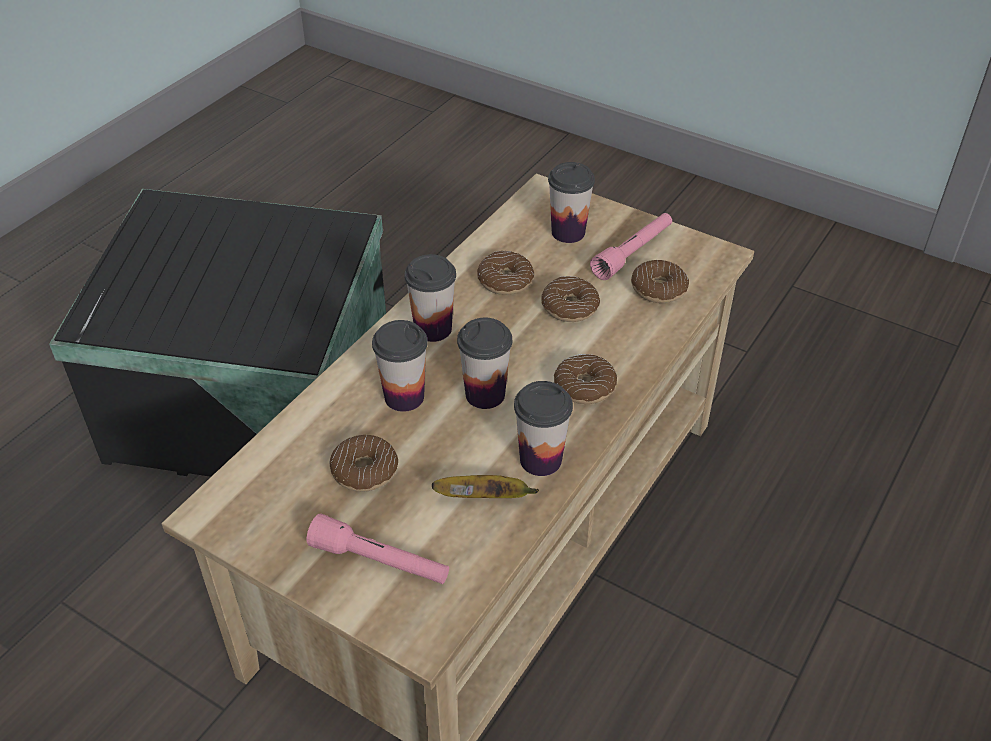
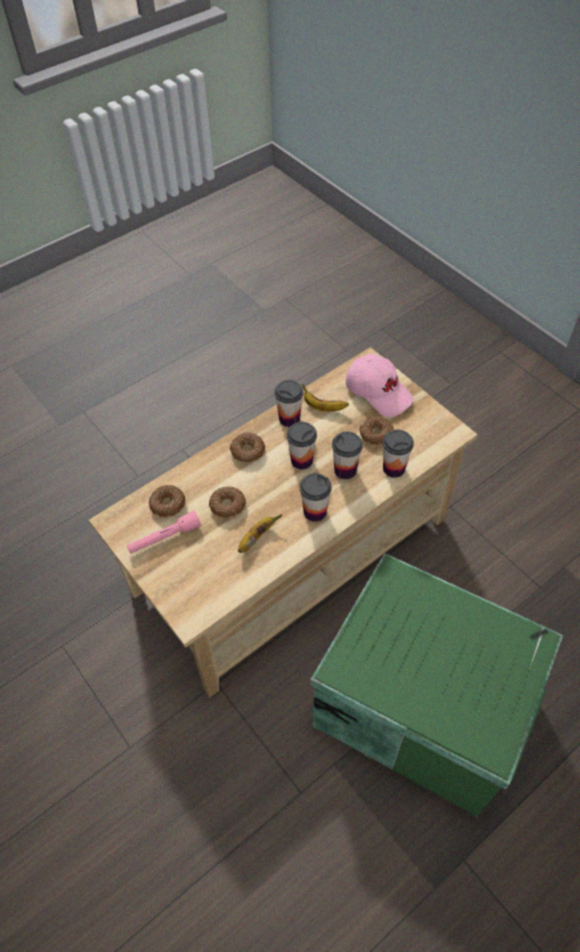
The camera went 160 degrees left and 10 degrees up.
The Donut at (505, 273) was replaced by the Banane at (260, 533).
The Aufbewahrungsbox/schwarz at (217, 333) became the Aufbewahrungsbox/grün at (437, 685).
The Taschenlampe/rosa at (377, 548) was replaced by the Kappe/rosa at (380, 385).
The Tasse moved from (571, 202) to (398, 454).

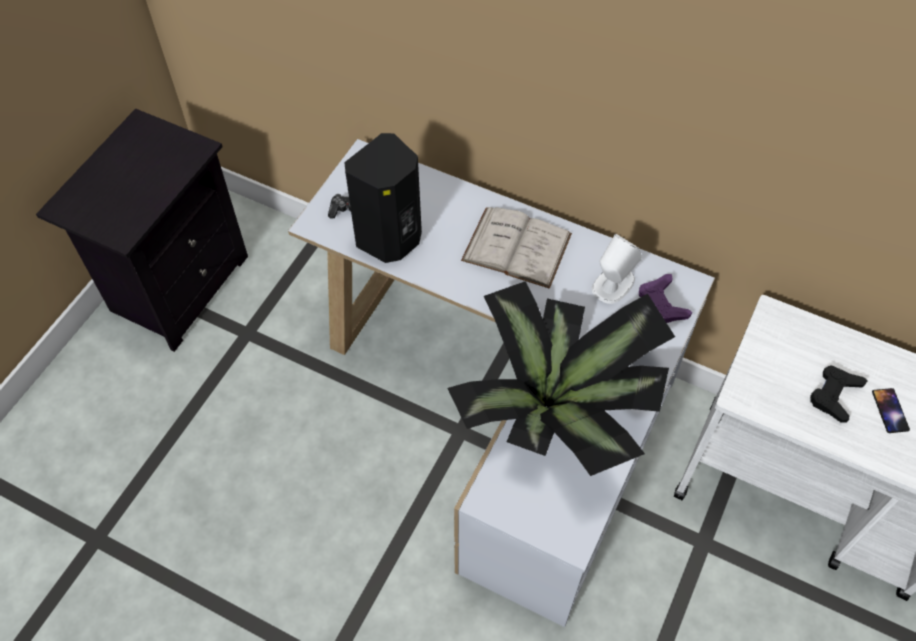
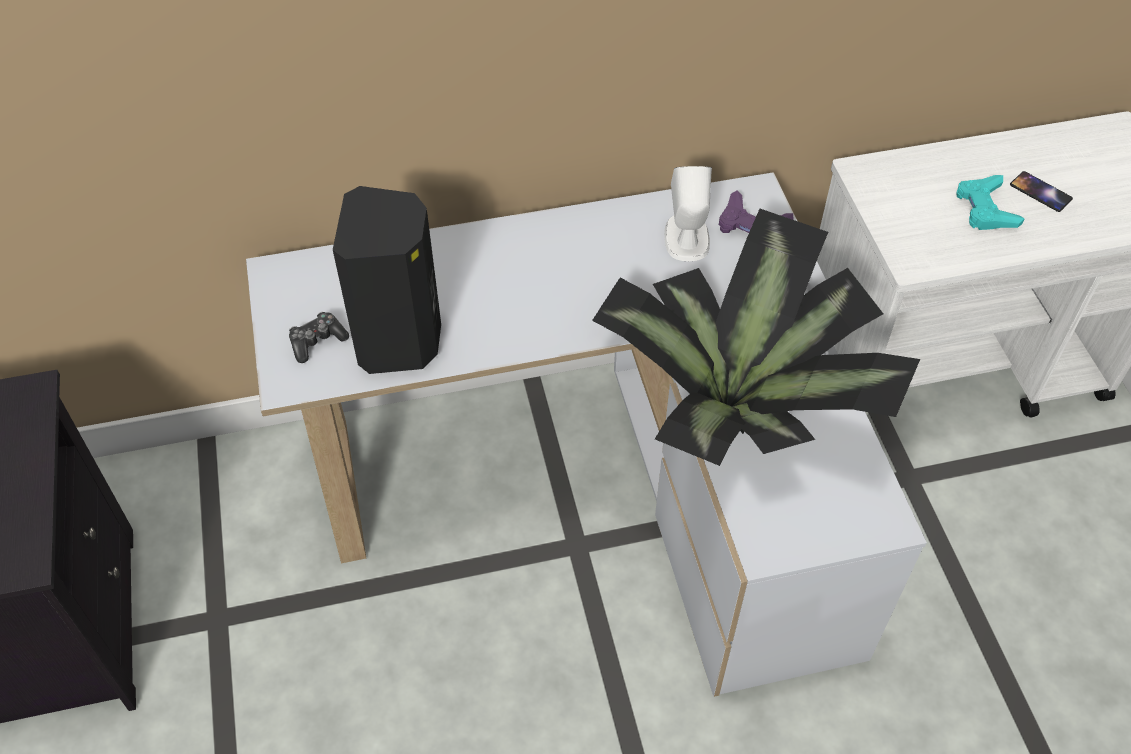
The camera went 40 degrees left and 5 degrees down.
The Gamepad/schwarz at (839, 394) became the Gamepad/türkis at (990, 202).
The Buch/weiß at (516, 248) disappeared.

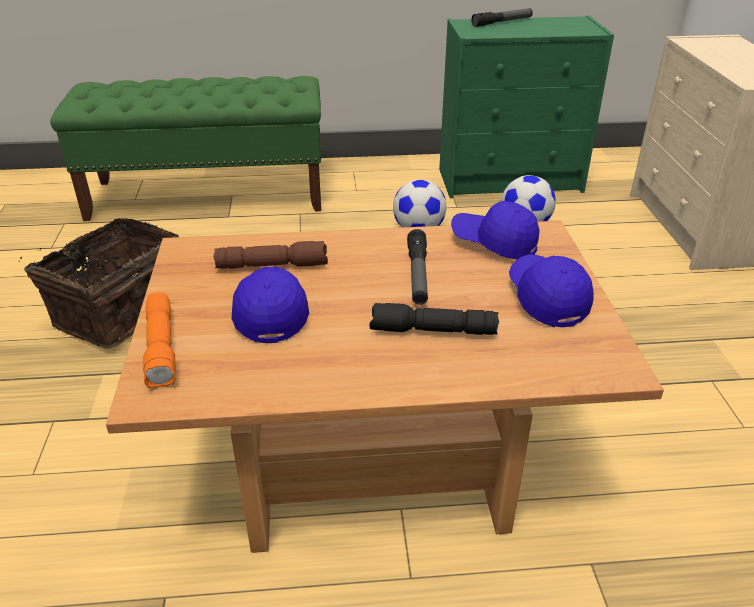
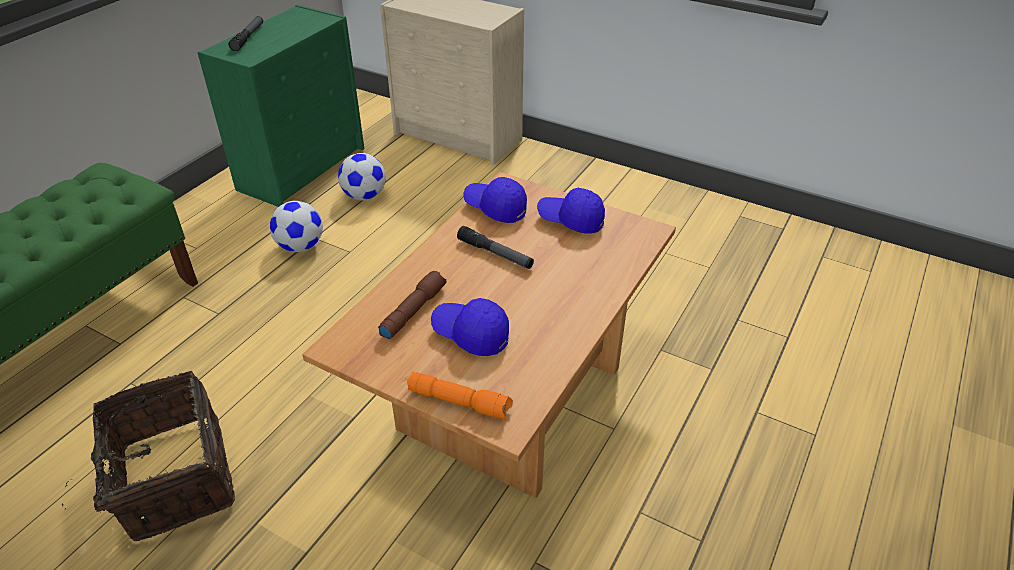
The camera went 55 degrees left and 5 degrees up.
The Kappe/blau at (495, 230) turned 60 degrees clockwise.
The Taschenlampe/schwarz at (434, 319) disappeared.

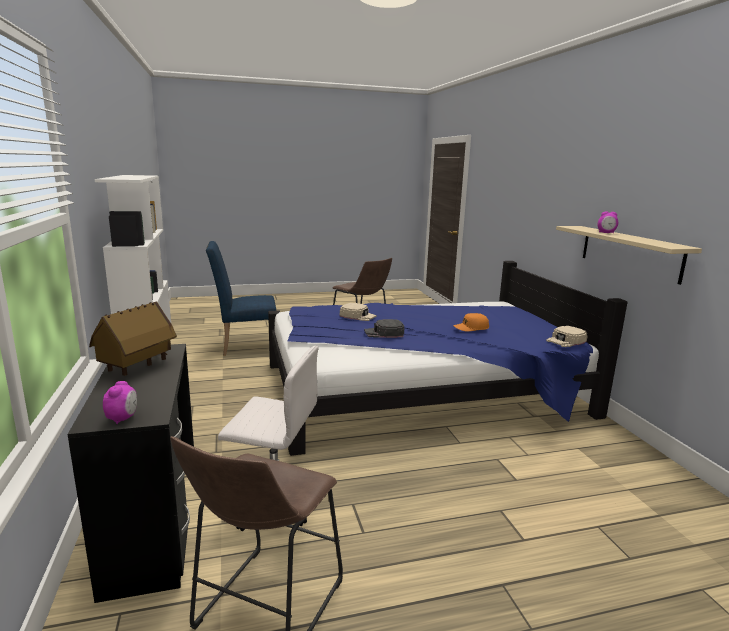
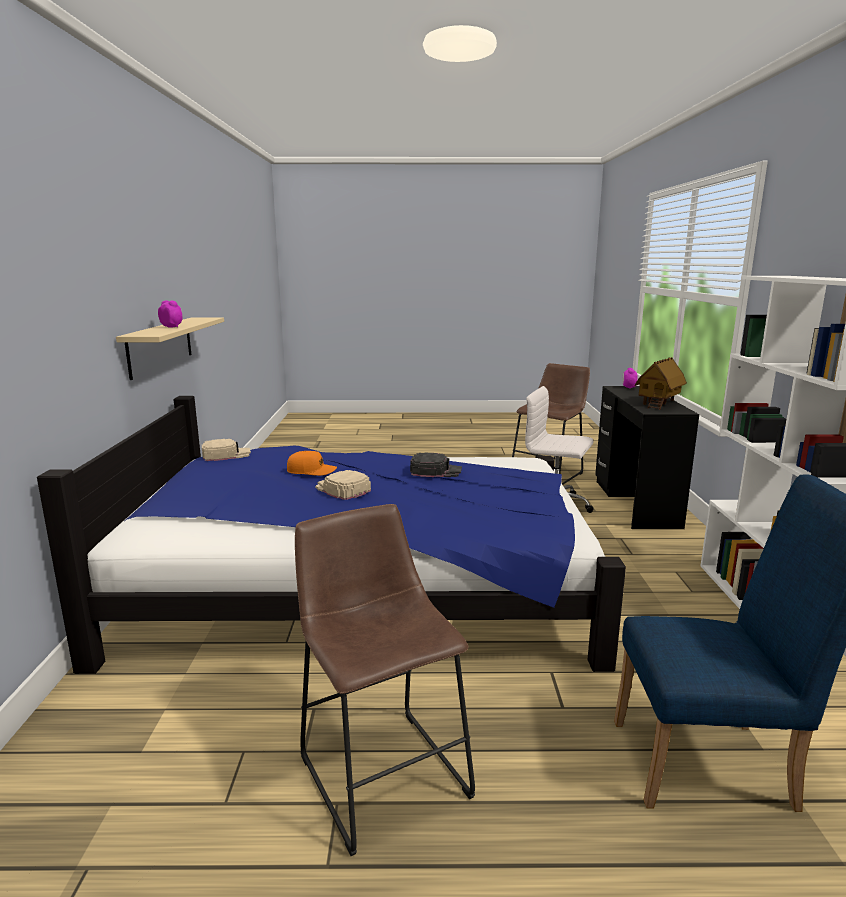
The camera went 165 degrees left and 0 degrees up.
The Kappe/beige moved from (358, 312) to (343, 485).

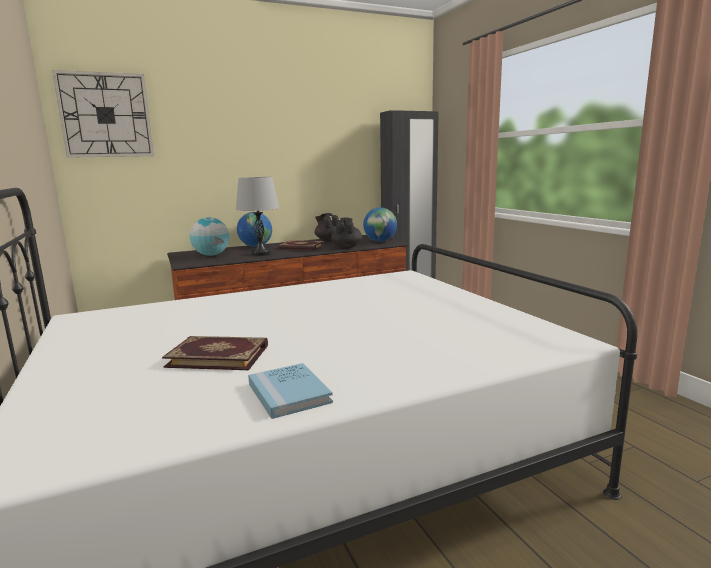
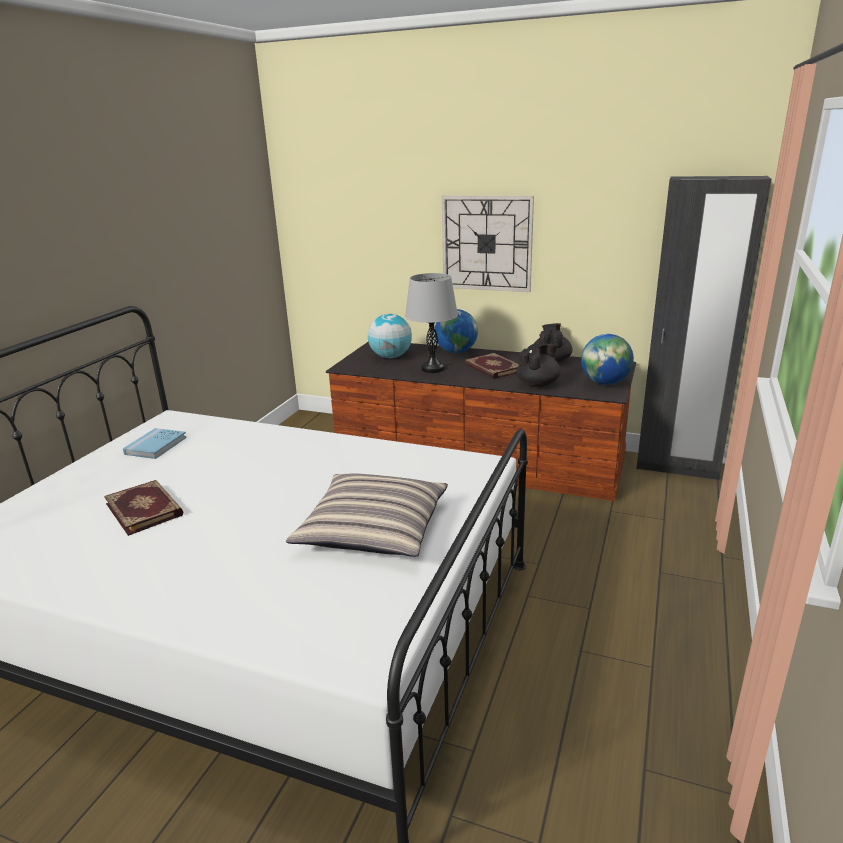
The camera went 45 degrees right and 10 degrees up.
The Buch/blau moved from (290, 391) to (155, 443).
The Kissen at (367, 515) appeared.
The Wanduhr moved from (103, 114) to (488, 244).

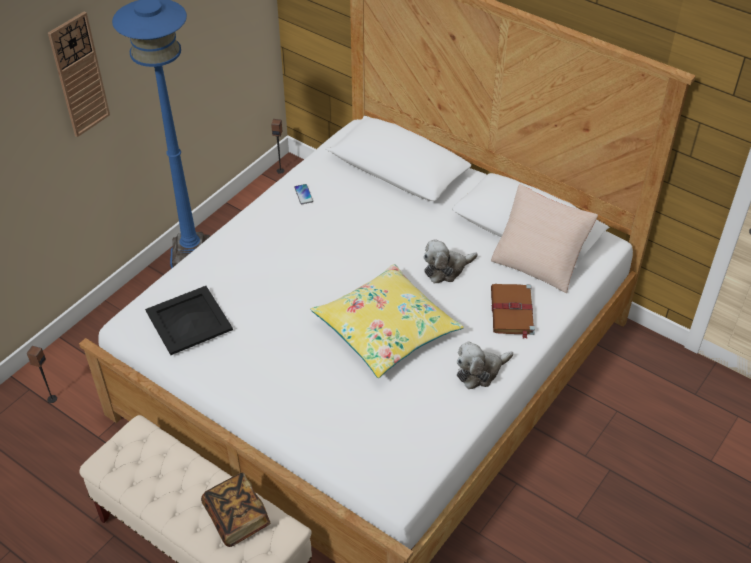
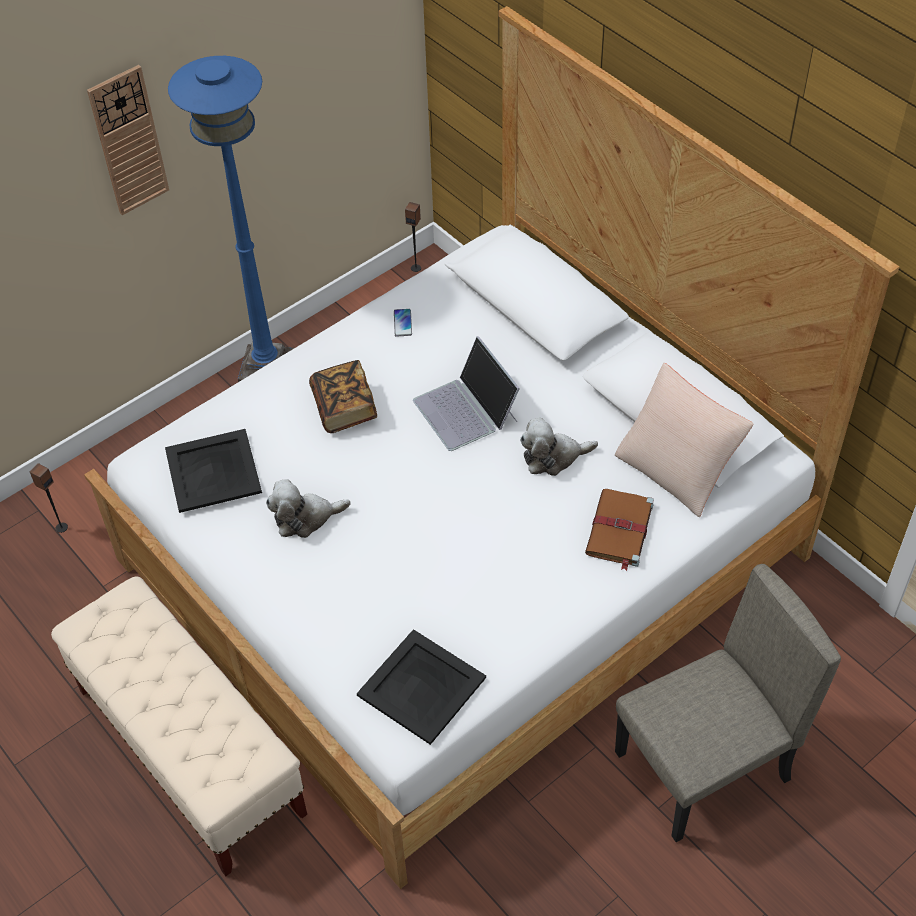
The camera went 15 degrees right and 5 degrees up.
The Plüschtier moved from (485, 365) to (308, 508).
The Buch moved from (235, 509) to (343, 396).
The Tablett/schwarz at (421, 687) appeared.
The Laptop at (466, 393) appeared.
The Stuhl/beige at (728, 703) appeared.
The Kissen/gelb at (387, 321) disappeared.

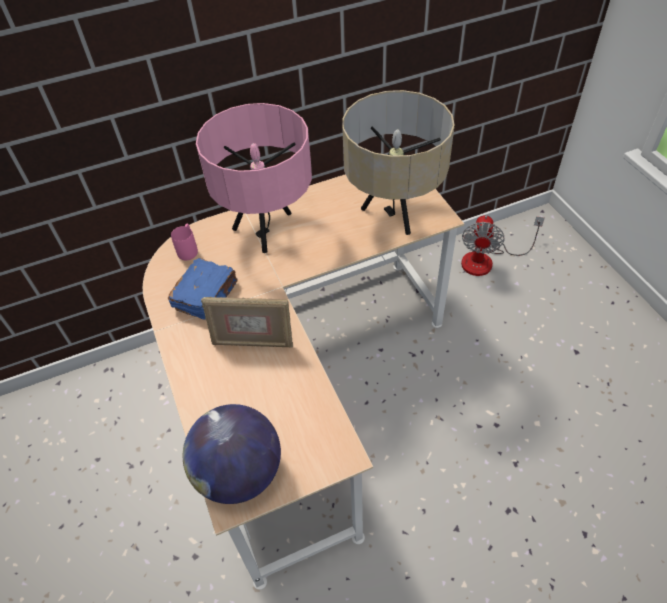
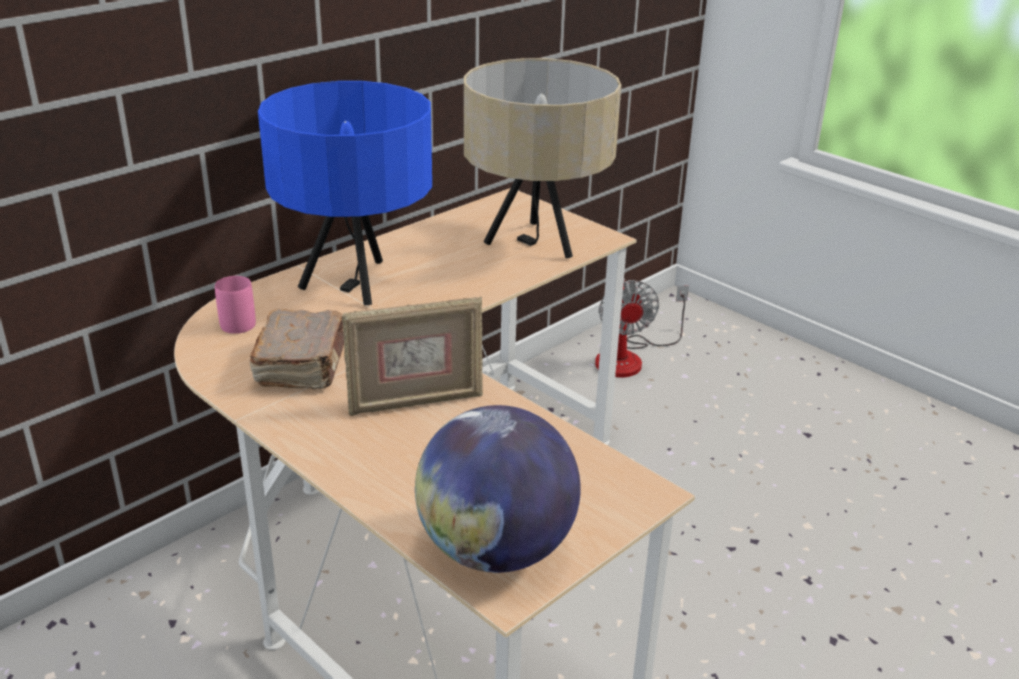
The camera went 25 degrees left and 20 degrees down.
The Buch/blau at (203, 289) became the Buch/braun at (297, 349).
The Tischlampe/rosa at (254, 178) became the Tischlampe/blau at (345, 193).

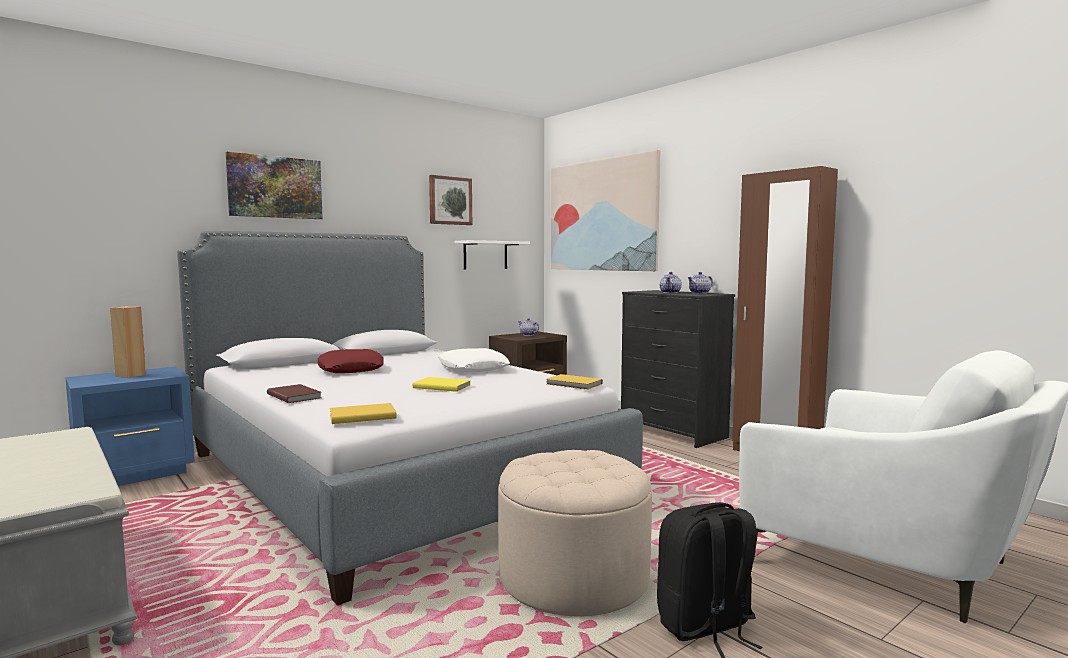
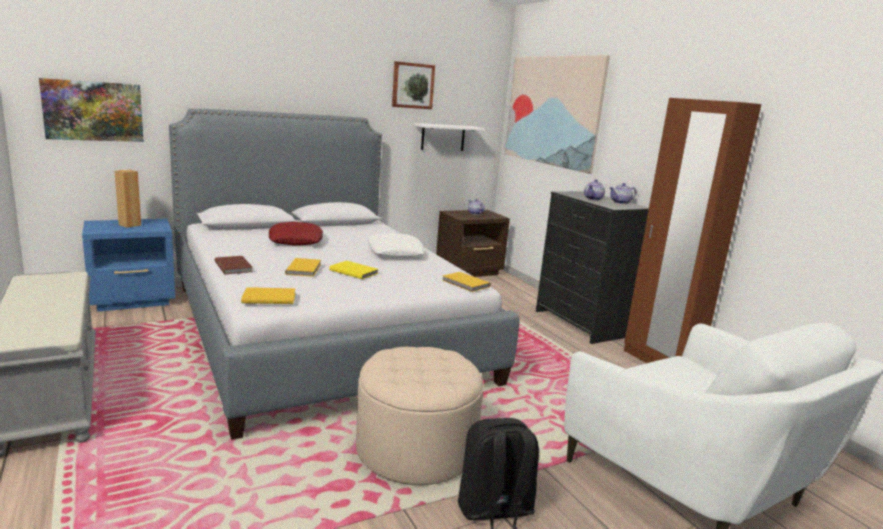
The camera went 10 degrees right and 10 degrees up.
The Bild moved from (274, 185) to (91, 110).
The Buch/gelb at (303, 267) appeared.

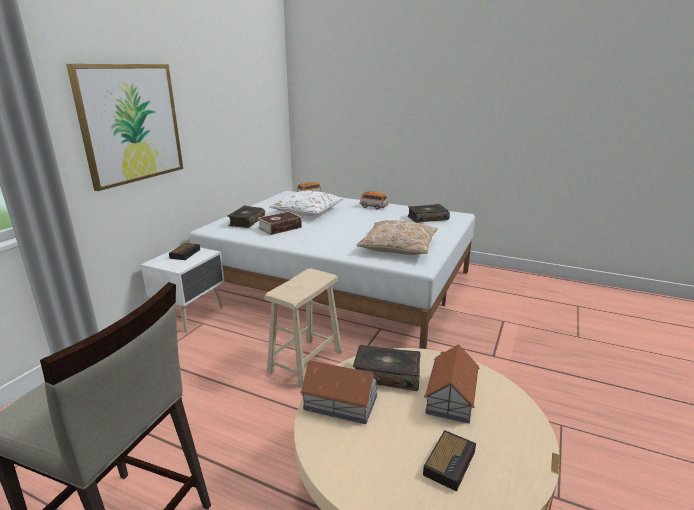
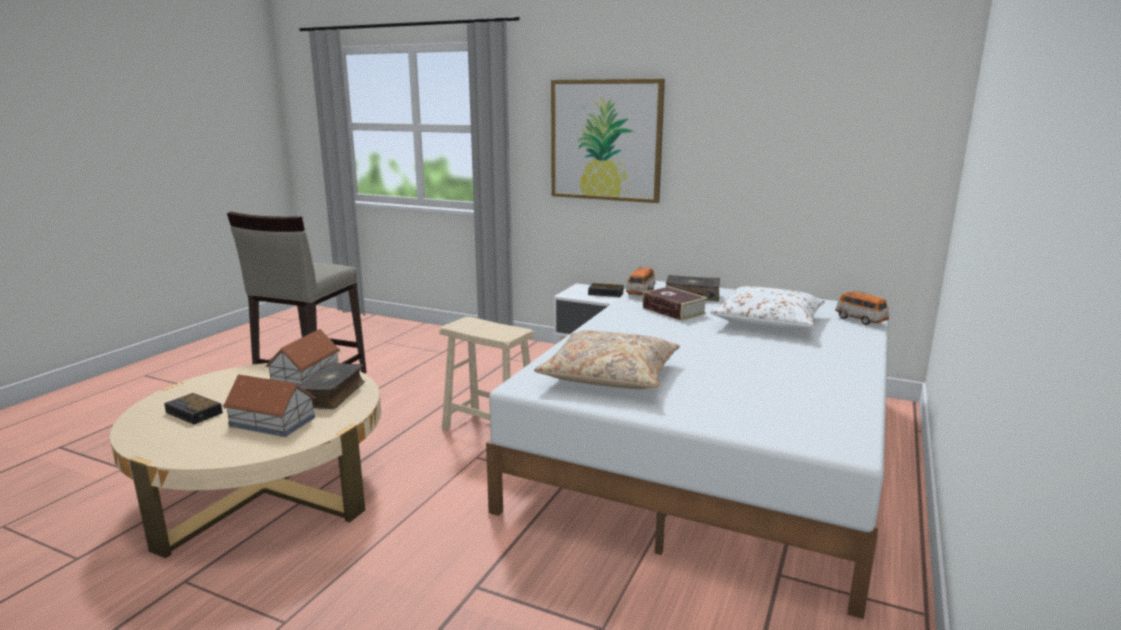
The camera went 90 degrees right and 5 degrees down.
The Spielzeugauto moved from (374, 200) to (641, 280).
The Buch at (429, 213) disappeared.

